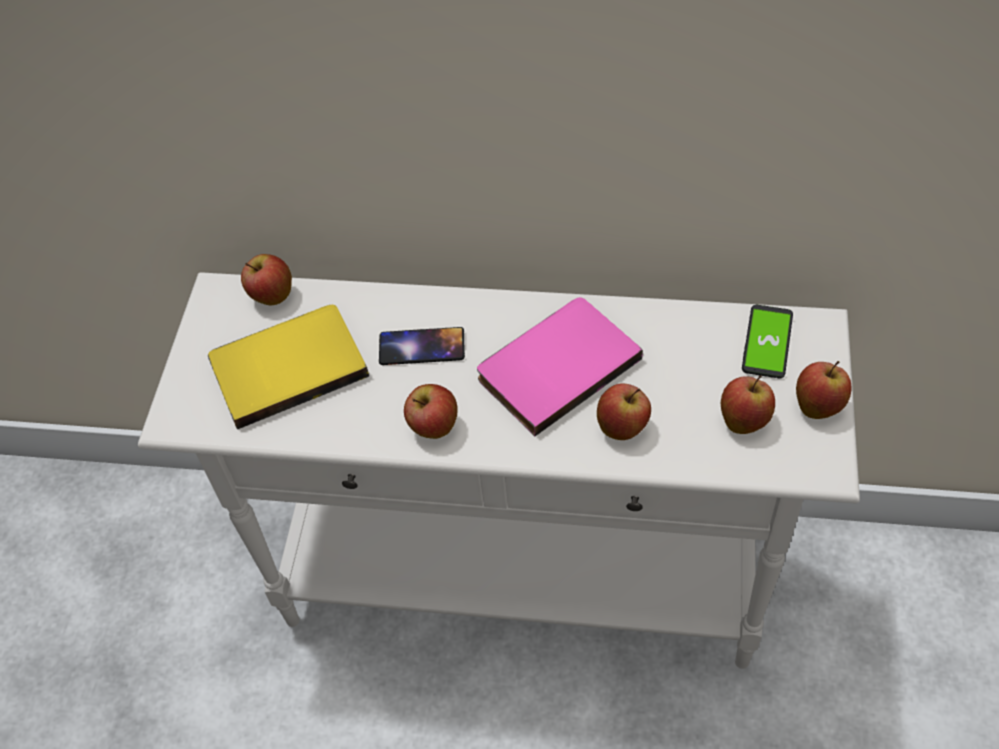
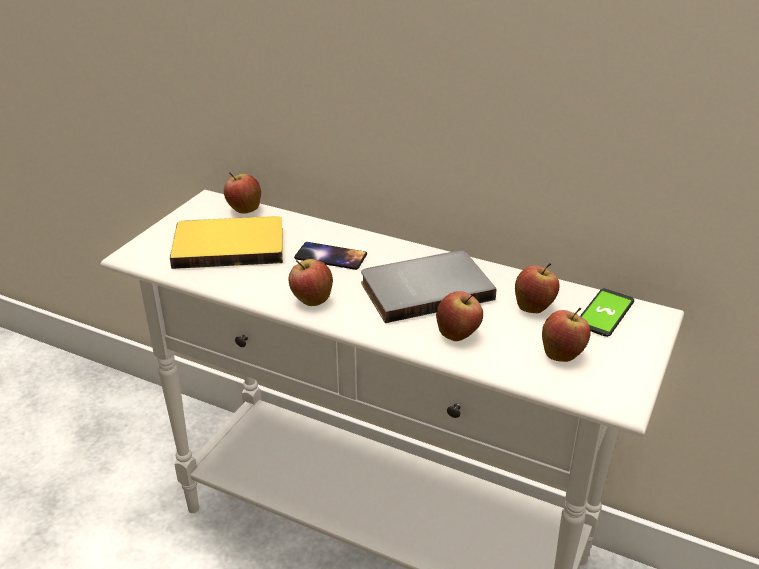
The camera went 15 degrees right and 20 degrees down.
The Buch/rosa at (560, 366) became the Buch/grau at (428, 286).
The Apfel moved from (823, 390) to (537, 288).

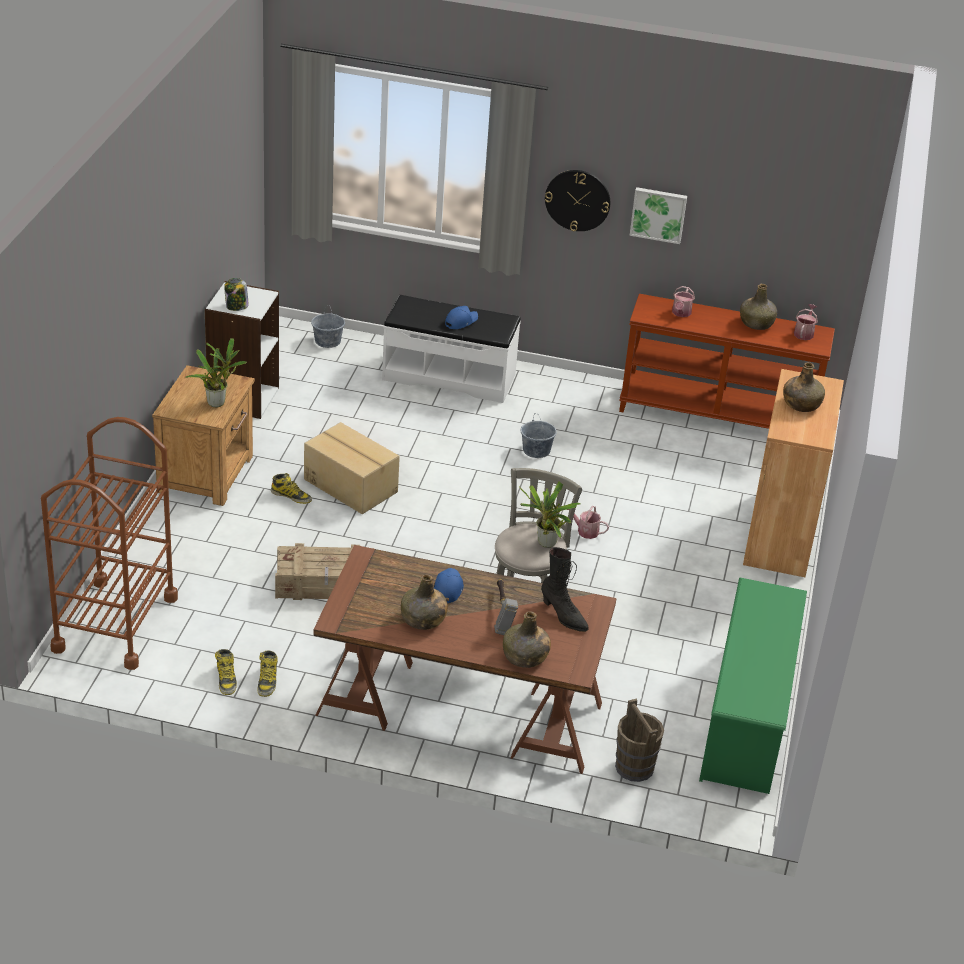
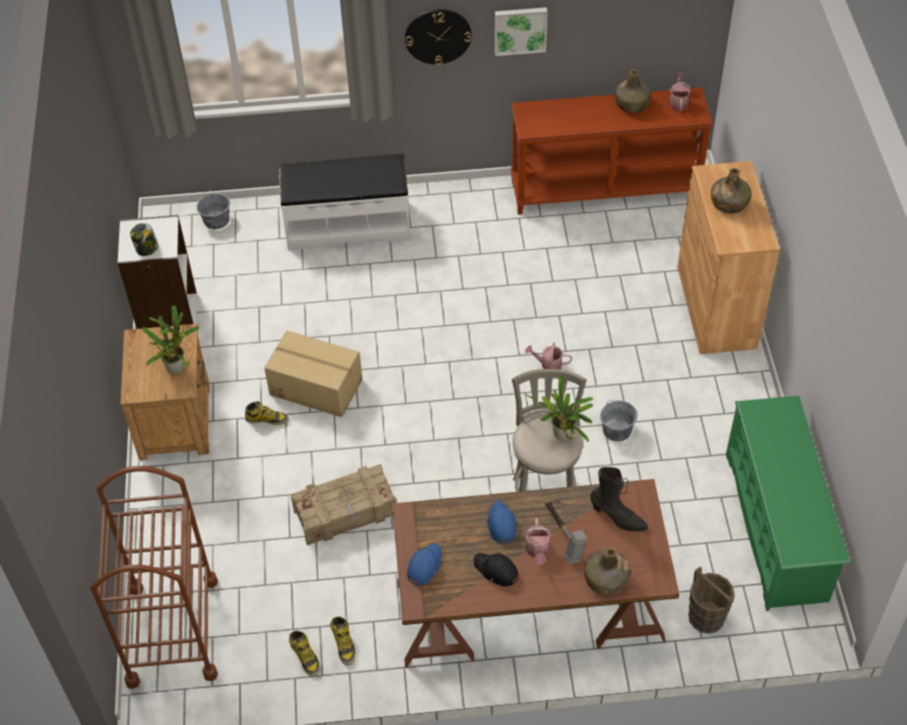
The camera went 15 degrees left and 15 degrees up.
The Kappe/blau moved from (461, 317) to (424, 564).
The Flasche/grün at (424, 602) was replaced by the Kappe/schwarz at (496, 570).
The Gießkanne moved from (683, 301) to (538, 541).
The Eimer/grau moved from (538, 435) to (619, 421).

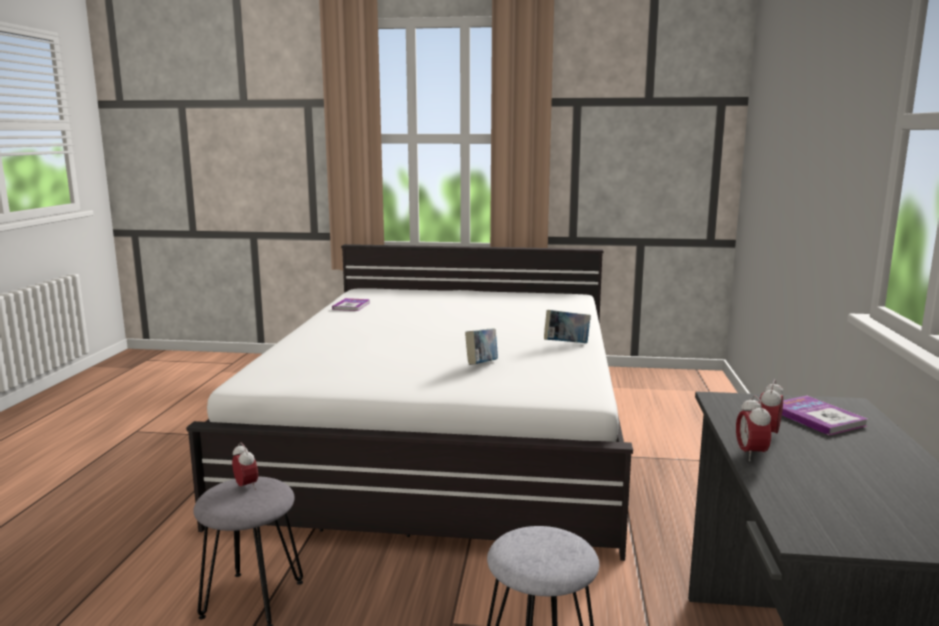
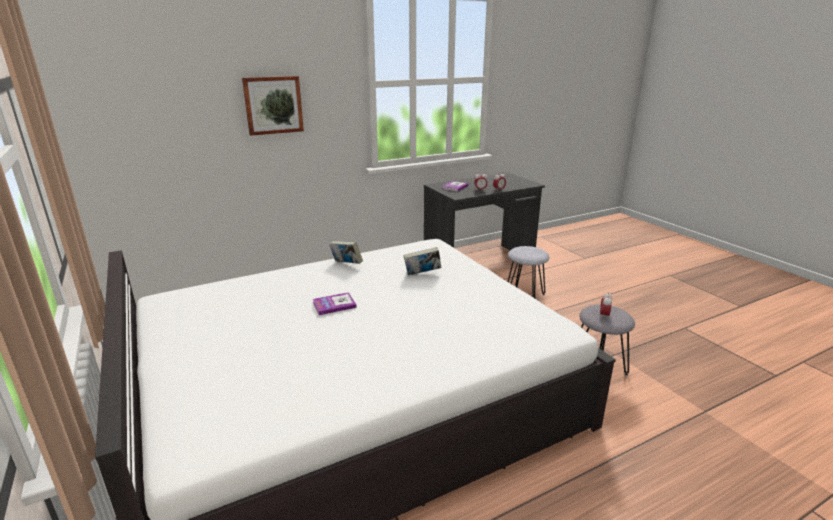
The camera went 125 degrees left and 10 degrees up.
The Bild at (273, 106) appeared.
The Buch moved from (351, 304) to (335, 303).

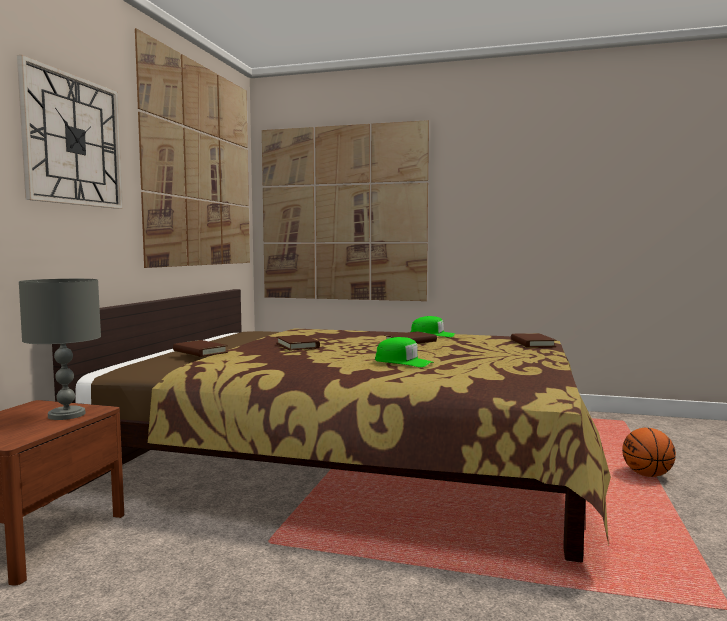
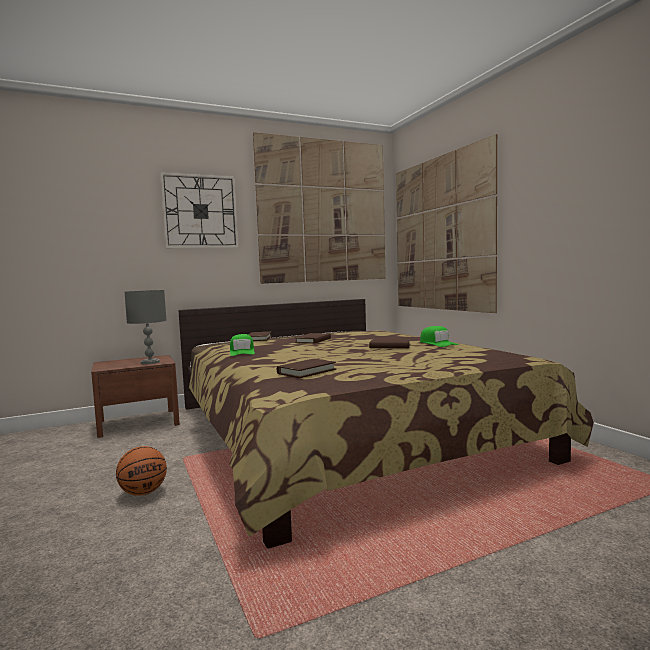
The camera went 50 degrees right and 0 degrees up.
The Basketball moved from (649, 452) to (141, 471).
The Kappe/grün moved from (404, 352) to (242, 345).
The Buch/braun moved from (533, 340) to (306, 368).

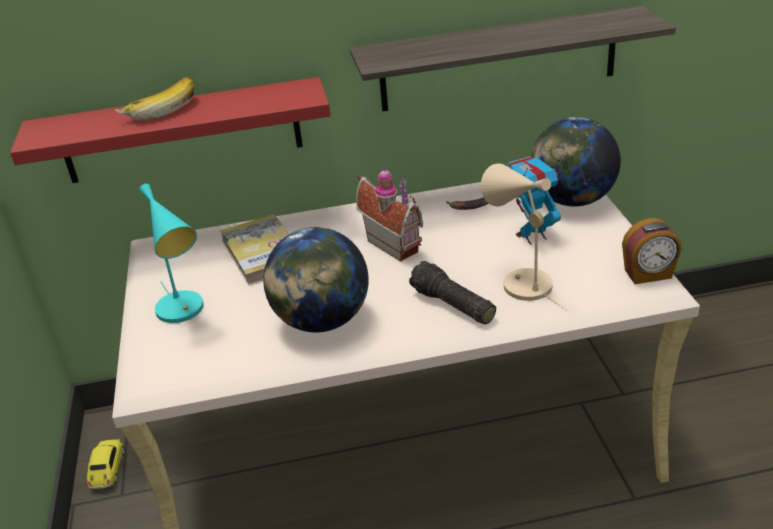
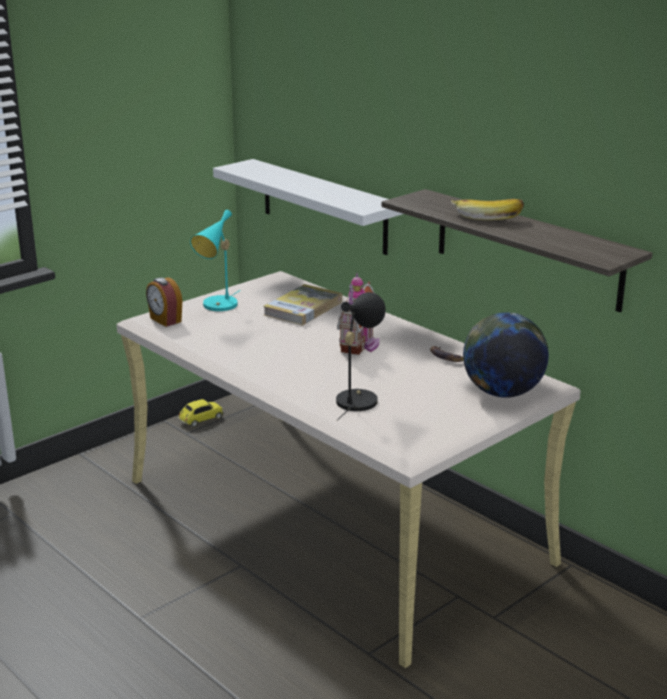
The camera went 55 degrees right and 10 degrees down.
The Wecker moved from (652, 251) to (164, 302).
The Wandregal/rot at (170, 130) became the Wandregal/weiß at (308, 207).
The Tischlampe/beige at (524, 237) became the Tischlampe/schwarz at (361, 356).
The Banane moved from (154, 99) to (487, 209).
The Globus at (316, 279) disappeared.
The Taschenlampe at (452, 292) disappeared.
The Spielzeugroboter at (535, 200) disappeared.

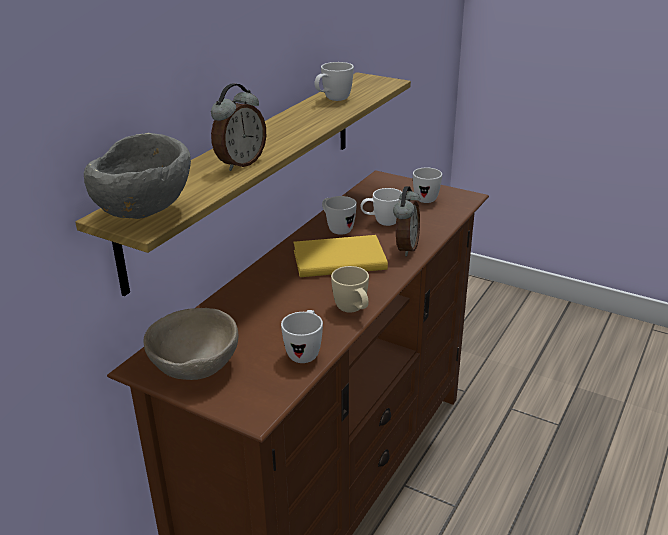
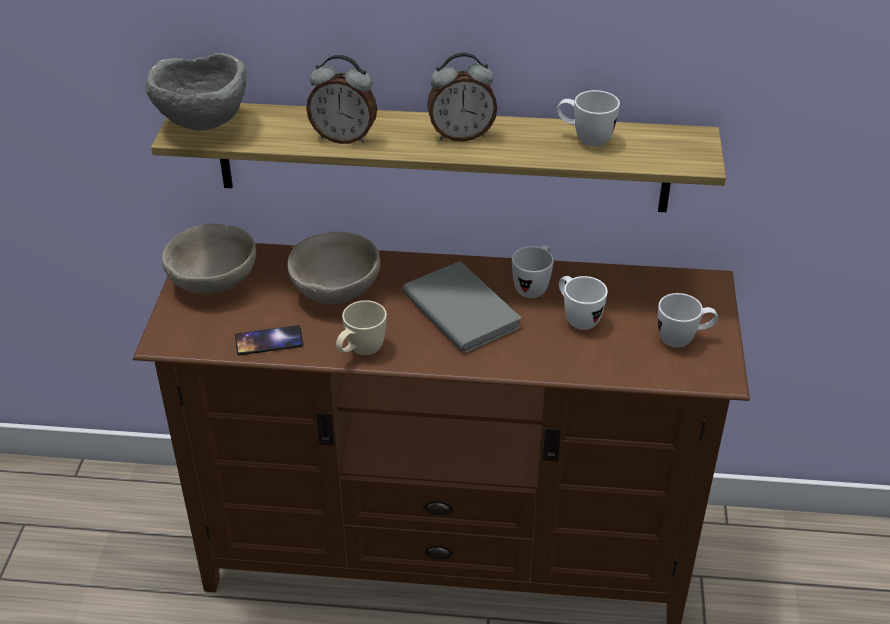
The camera went 65 degrees right and 10 degrees up.
The Henkelbecher/weiß at (302, 336) was replaced by the Handy at (269, 340).
The Schüssel/beige at (333, 268) appeared.
The Buch/gelb at (340, 256) became the Buch/grau at (462, 307).
The Wecker moved from (406, 221) to (462, 97).

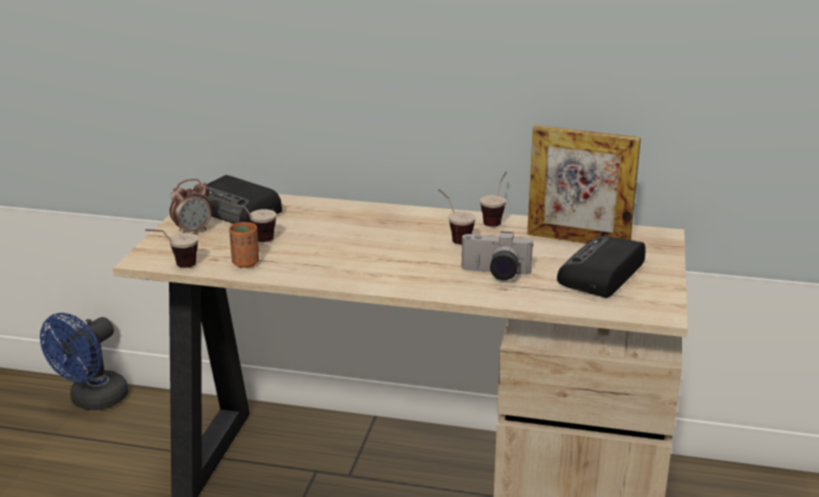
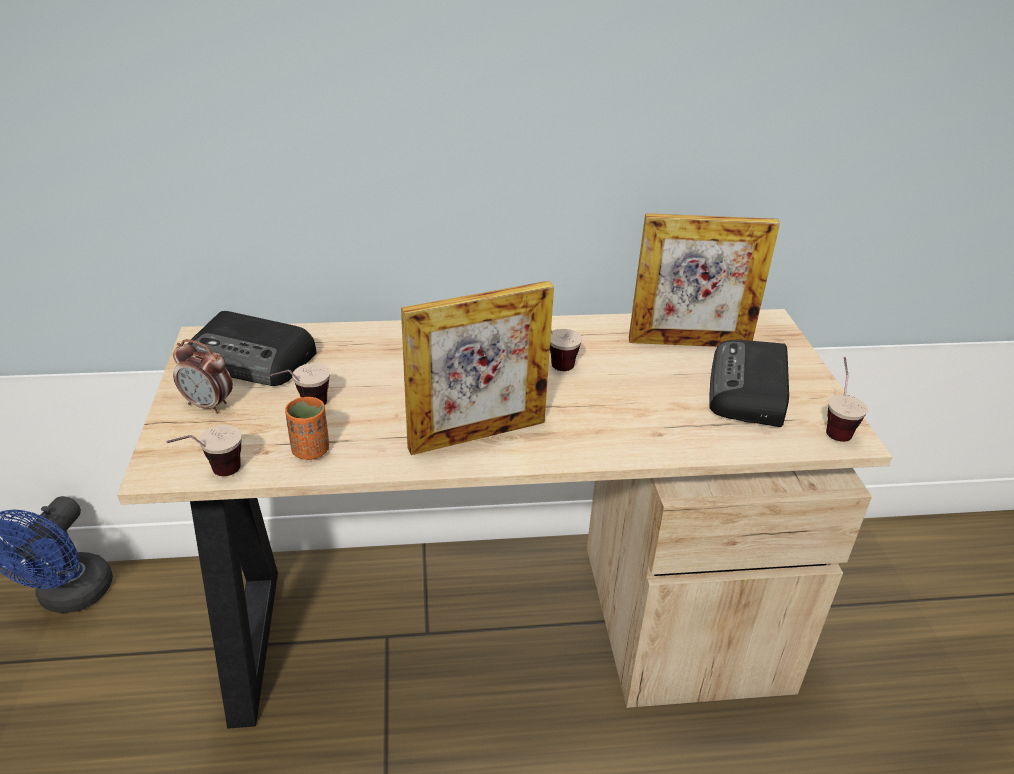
The camera went 20 degrees left and 10 degrees up.
The Wecker at (191, 206) turned 75 degrees clockwise.
The Bilderrahmen at (477, 368) appeared.
The Tasse moved from (493, 199) to (847, 399).
The Kamera at (497, 255) disappeared.

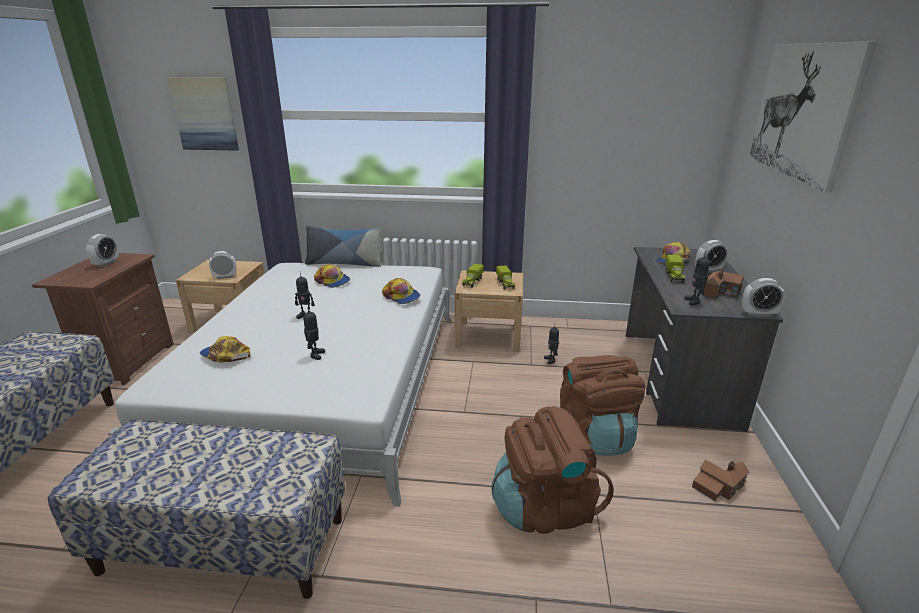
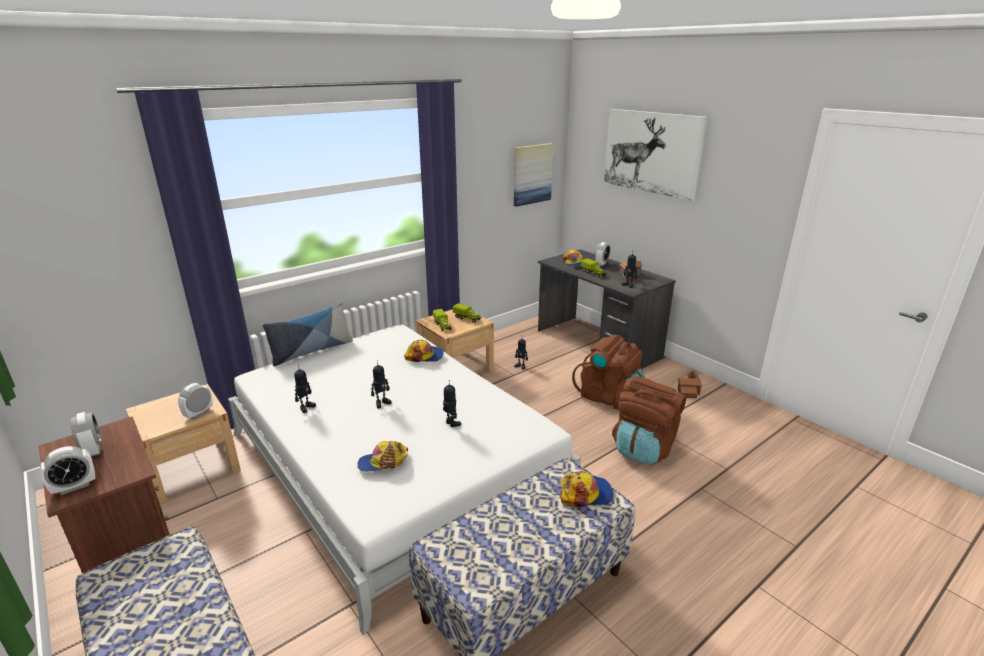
The camera went 45 degrees left and 0 degrees up.
The Wecker moved from (763, 297) to (68, 470).
The Spielzeugroboter at (305, 389) appeared.
The Bild moved from (203, 114) to (534, 175).
The Kappe moved from (332, 276) to (586, 489).

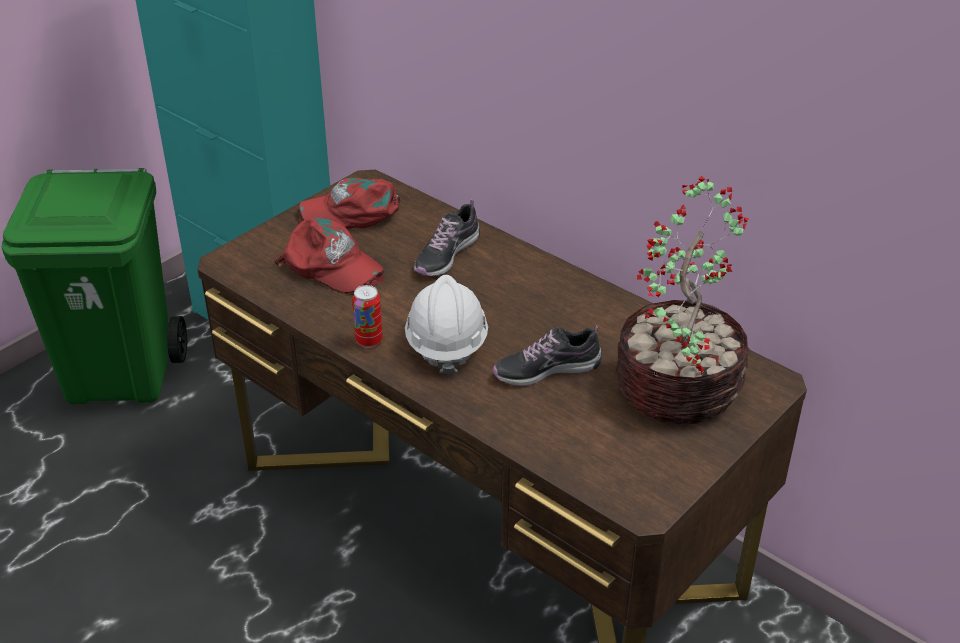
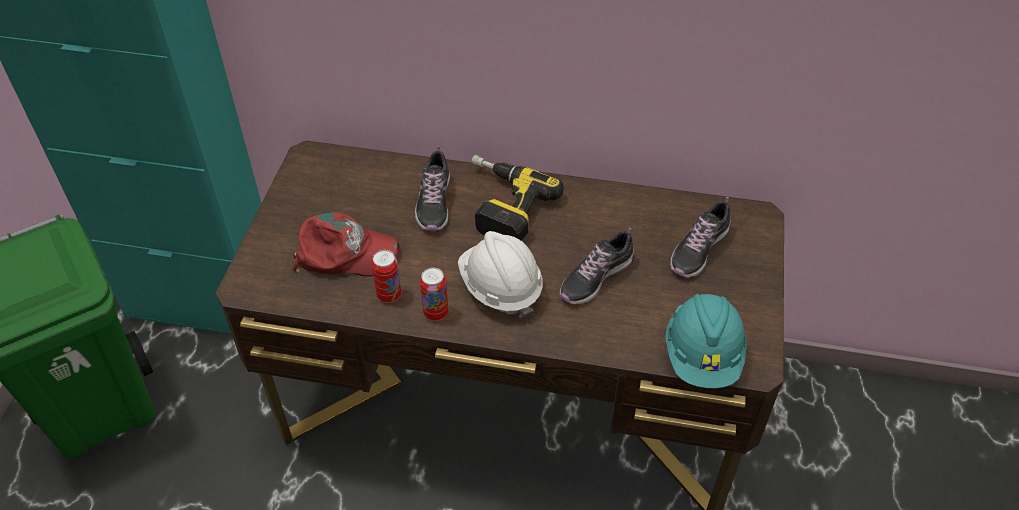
The camera went 30 degrees left and 10 degrees up.
The Dose at (386, 276) appeared.
The Bohrmaschine at (517, 198) appeared.
The Schutzhelm/türkis at (706, 341) appeared.
The Topfpflanze at (682, 300) was replaced by the Schuh at (700, 237).
The Kappe/rot at (349, 203) disappeared.

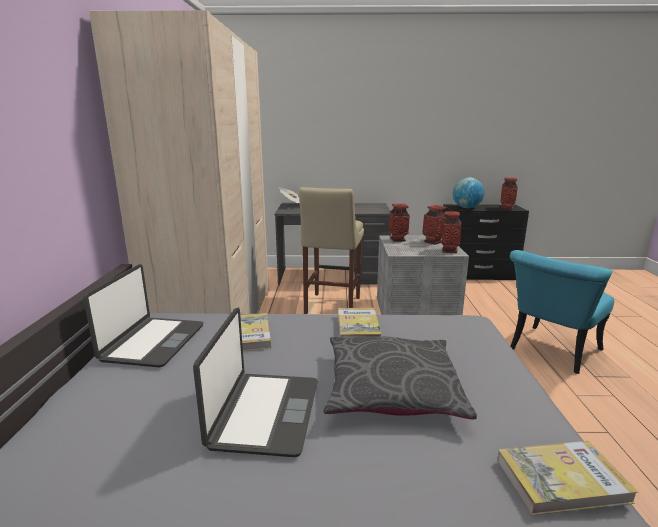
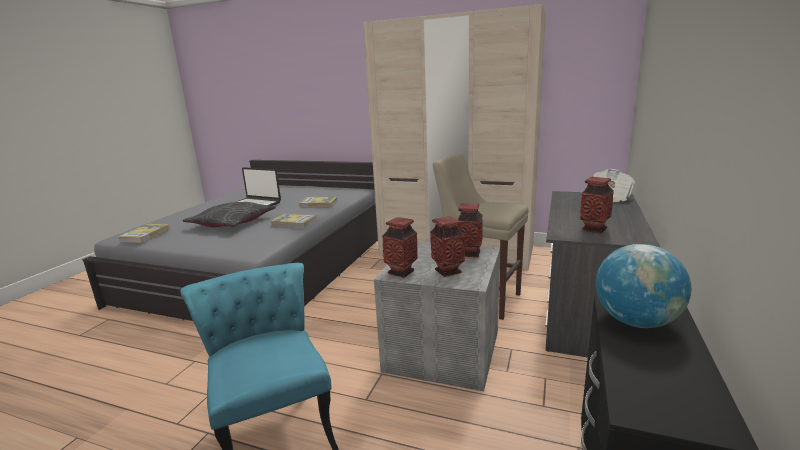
The camera went 110 degrees right and 0 degrees up.
The Vase moved from (509, 194) to (597, 205).
The Laptop at (143, 316) disappeared.

